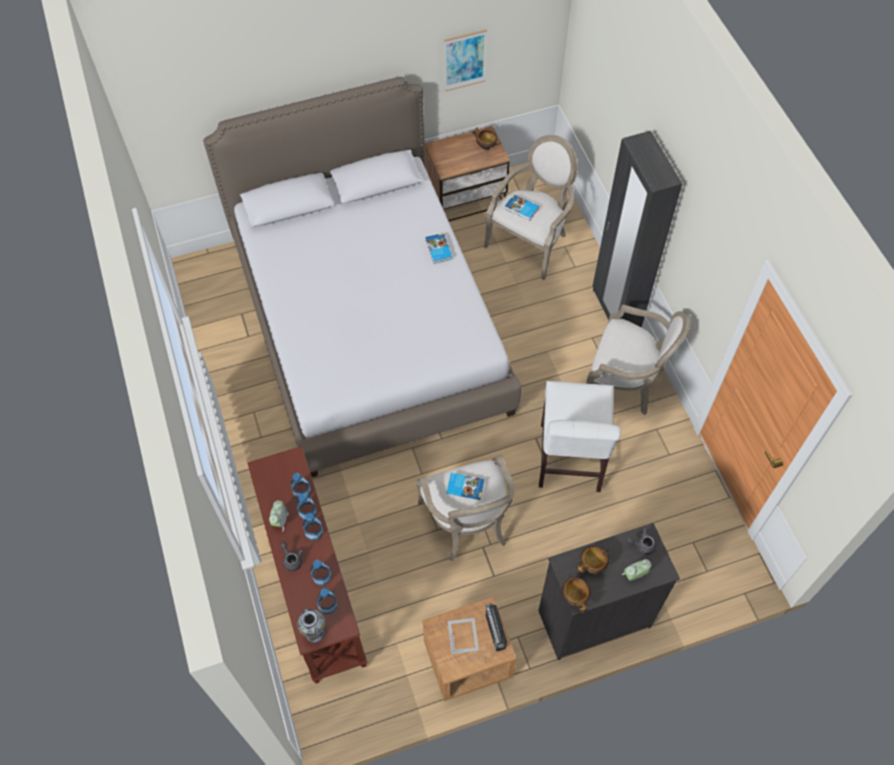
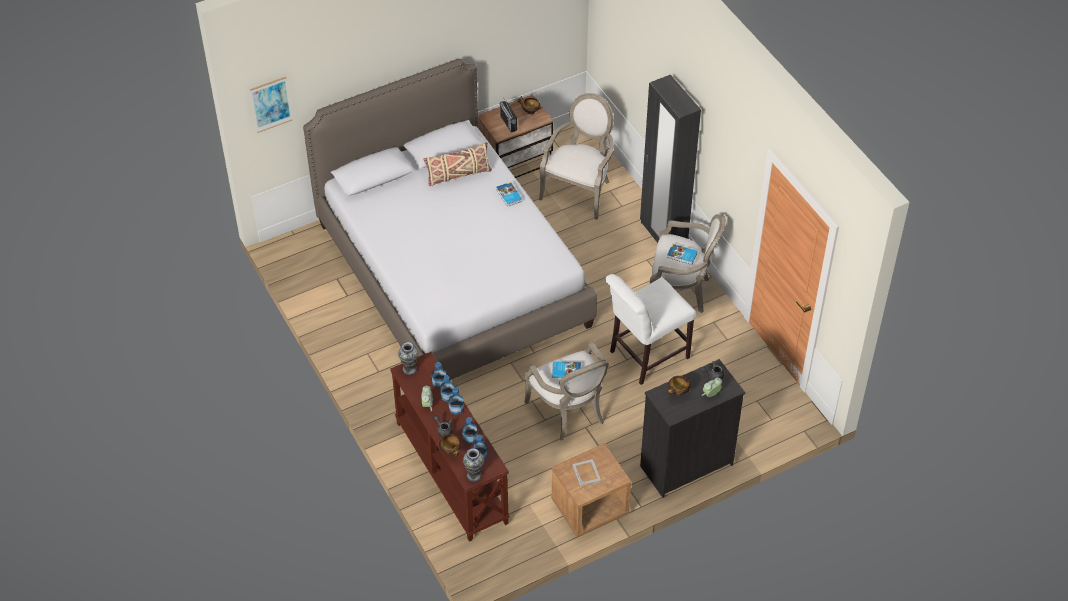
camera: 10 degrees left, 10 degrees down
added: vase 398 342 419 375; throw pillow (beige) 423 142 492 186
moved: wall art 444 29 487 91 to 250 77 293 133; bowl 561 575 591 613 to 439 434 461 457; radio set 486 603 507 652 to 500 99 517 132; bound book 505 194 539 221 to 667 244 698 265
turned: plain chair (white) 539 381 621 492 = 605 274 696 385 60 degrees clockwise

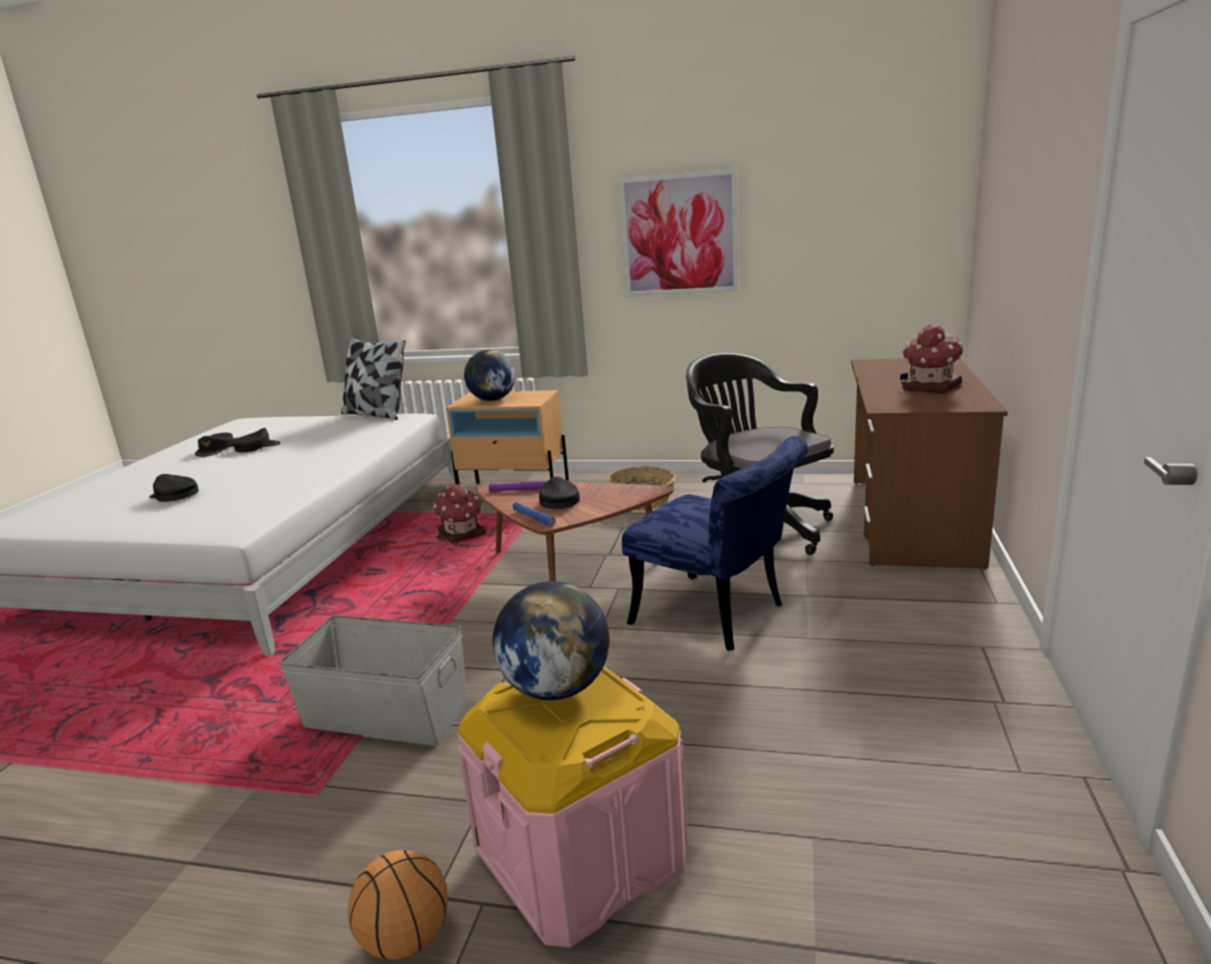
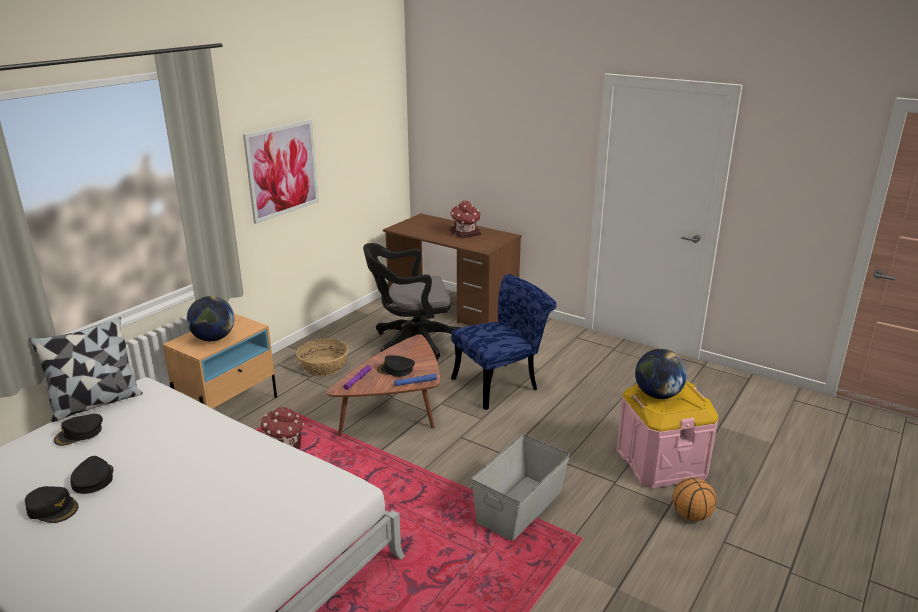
camera: 70 degrees left, 5 degrees up
moved: baseball cap (black) 149 474 199 502 to 54 414 103 446

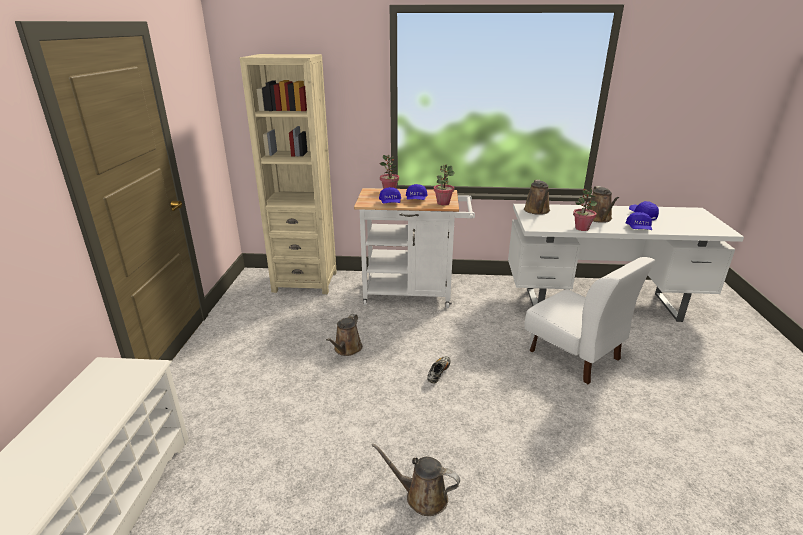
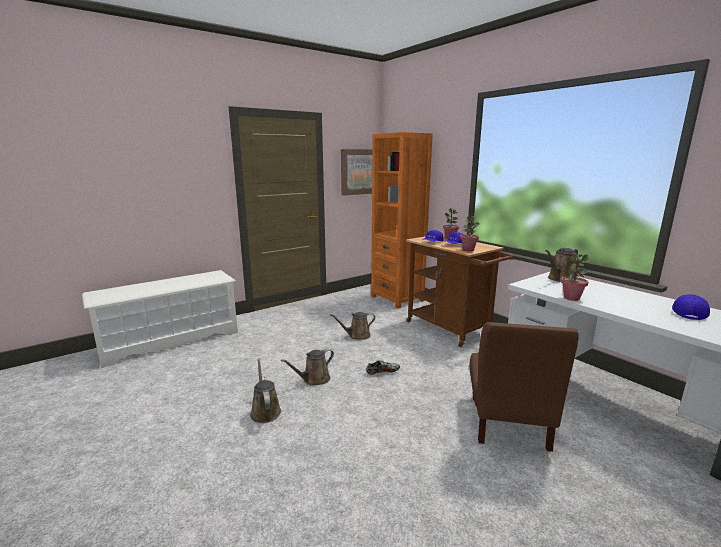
camera: 50 degrees right, 10 degrees down
removed: baseball cap (bluish) 626 212 652 230
added: wall art 341 149 372 196
moved: watering pot (brown-coloured) 588 186 619 223 to 281 349 334 386
recoloured: bookshelf (beige) 240 54 337 294 to bookshelf (orange) 371 132 433 309; cart (white) 354 188 475 308 to cart (brown-coloured) 406 235 514 347; plain chair (white) 525 257 655 384 to plain chair (brown-coloured) 469 322 579 452

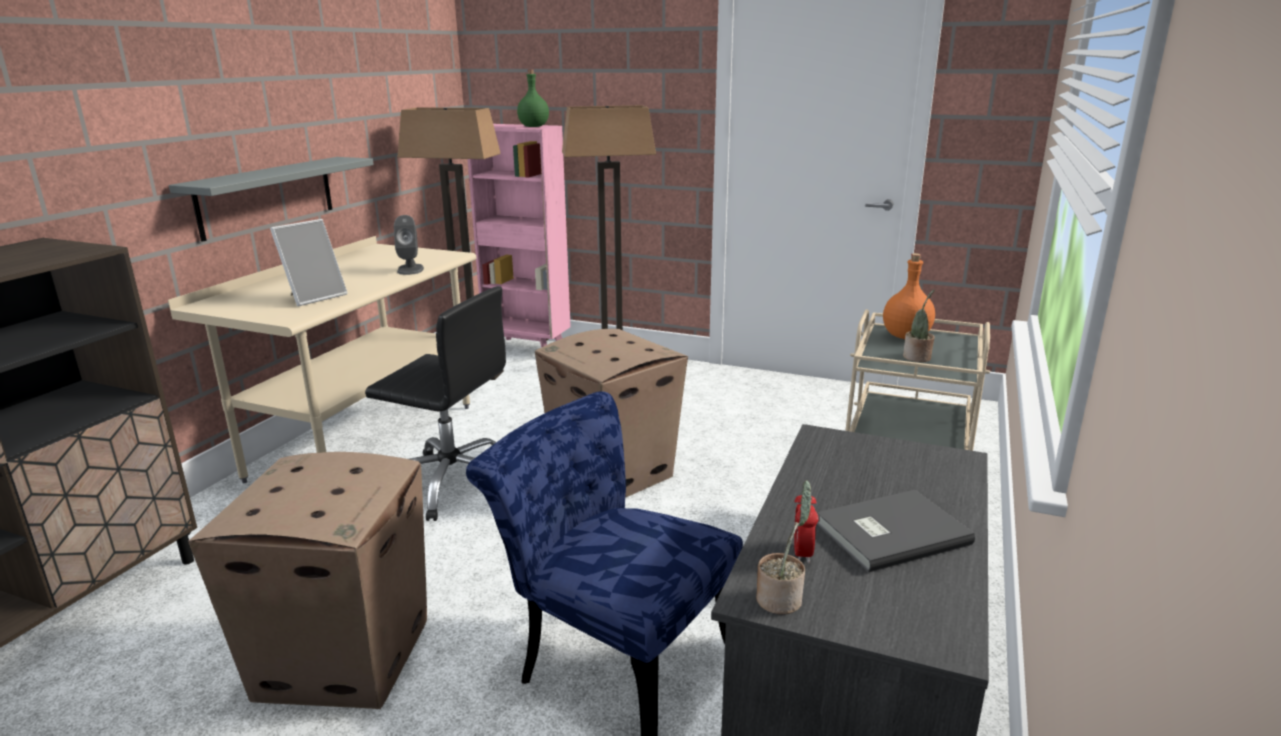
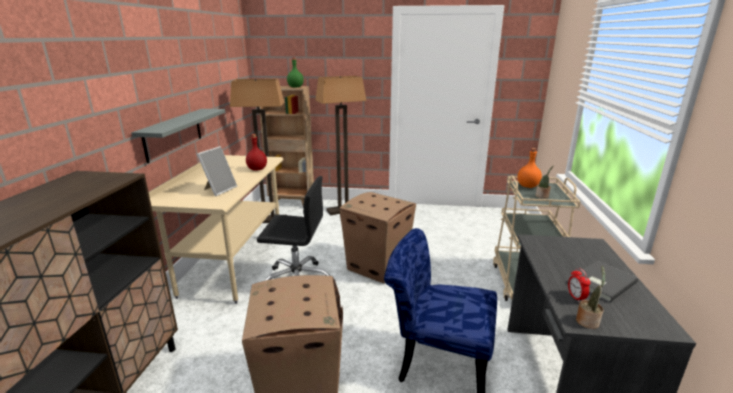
camera: 15 degrees left, 0 degrees up
replaced: speaker (greyish) 394 215 424 275 to drink bottle (red-coloured) 246 134 267 171
recoloured: bookshelf (pink-coloured) 467 124 571 347 to bookshelf (brown-coloured) 259 86 314 205

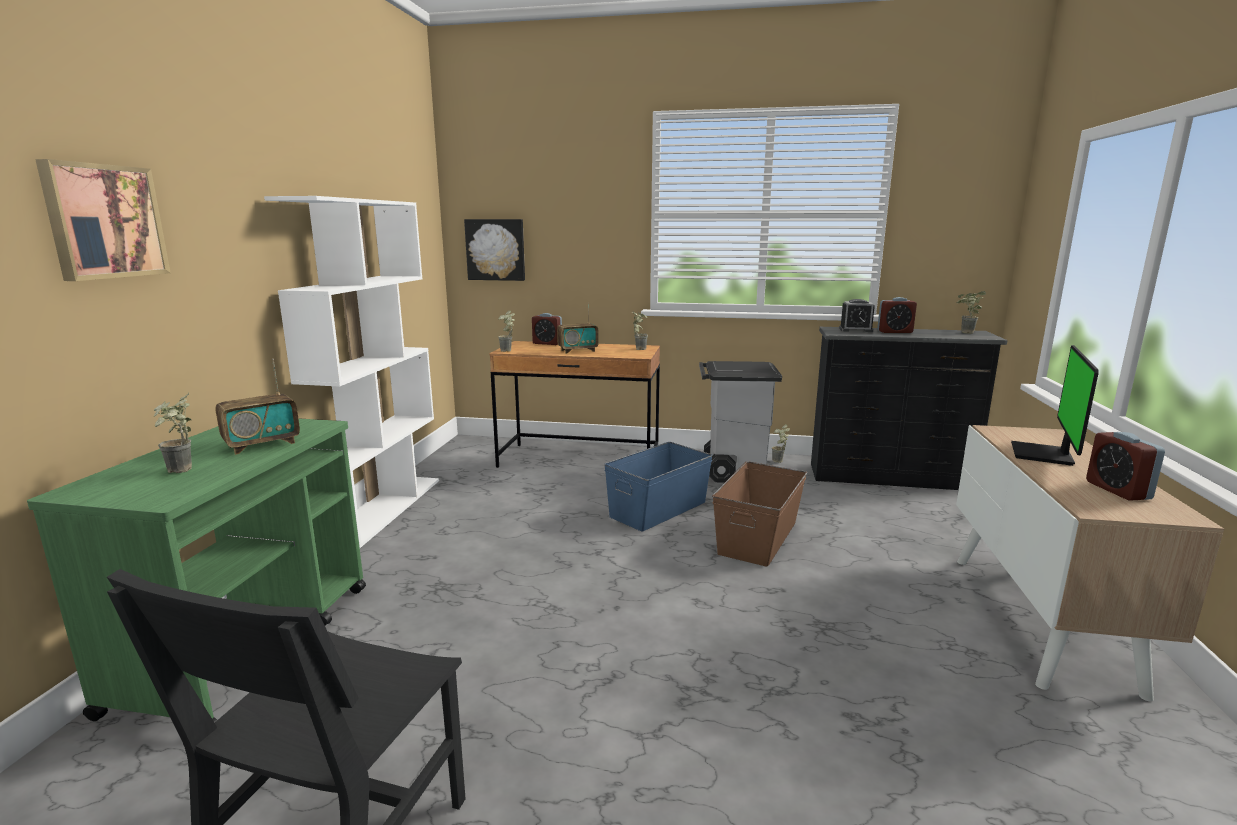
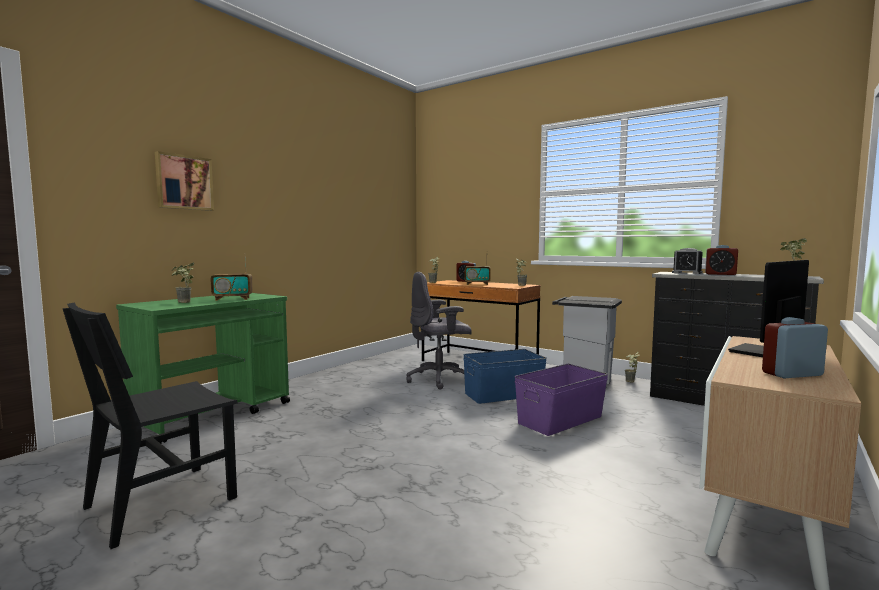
camera: 25 degrees right, 10 degrees down
removed: bookshelf (white) 264 196 439 548; wall art 464 219 525 281
added: computer chair (greyish) 406 272 472 390
recoloured: storage box (brown-coloured) 712 461 807 567 to storage box (purple-coloured) 514 364 608 436
turned: alarm clock 1086 432 1165 500 = 762 317 828 379 60 degrees clockwise

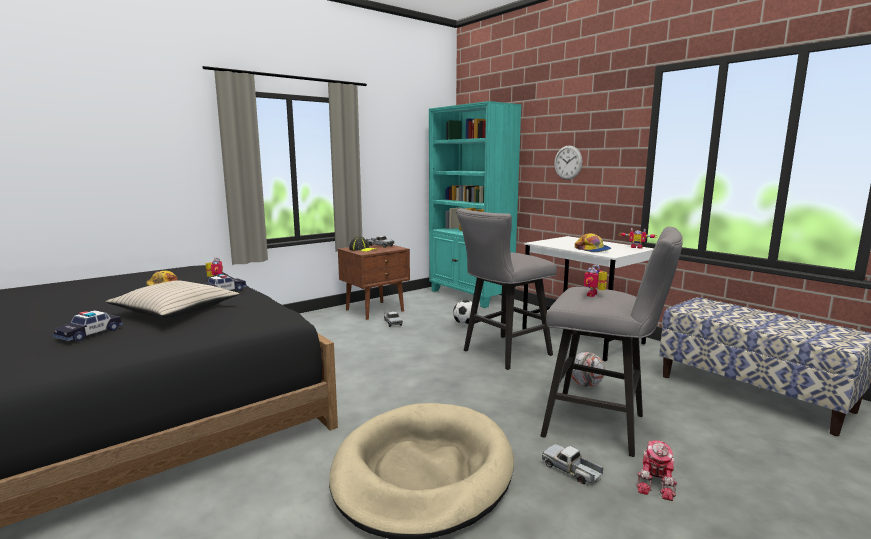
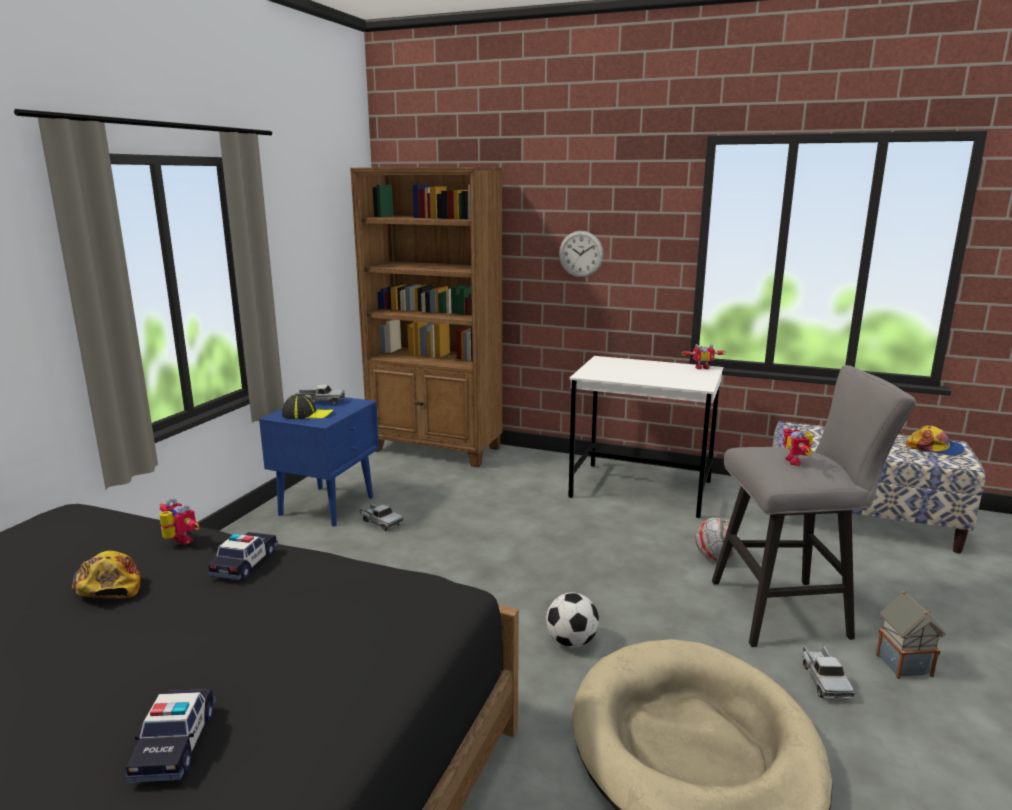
camera: 30 degrees left, 5 degrees up
removed: throw pillow (beige) 106 281 239 318; stool (greyish) 456 208 557 370
moved: football ball 453 300 478 325 to 546 593 599 647; baseball cap 575 233 611 252 to 906 425 965 456
replaced: toy robot 636 440 677 501 to model house 876 591 946 679
recoloured: nightstand (brown-coloured) 338 245 410 320 to nightstand (bluish) 259 397 379 527; bookshelf (blue-green) 429 101 522 308 to bookshelf (brown-coloured) 350 167 502 467
turned: toy truck 542 444 603 484 = 802 645 855 700 105 degrees counterclockwise

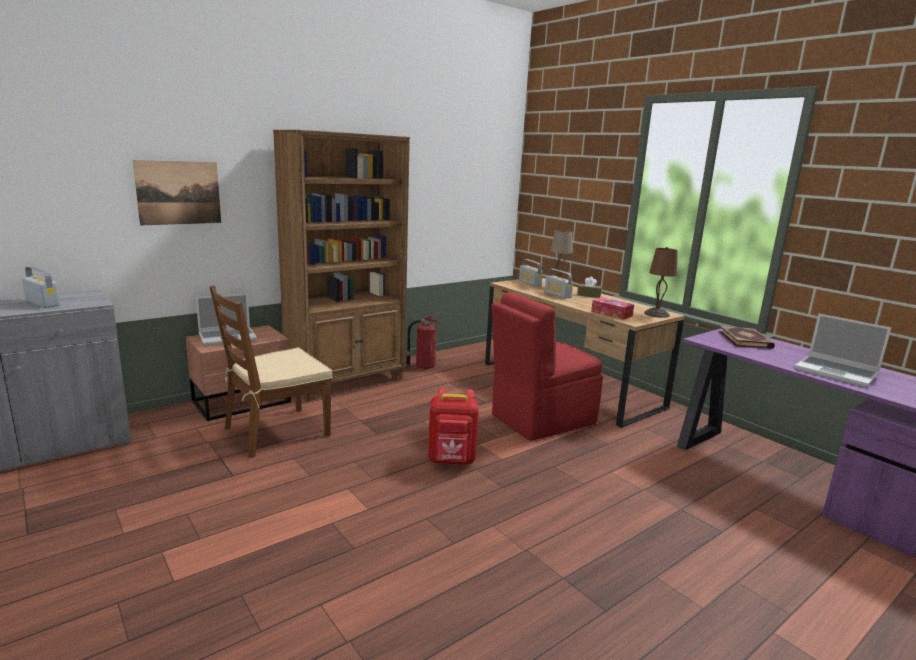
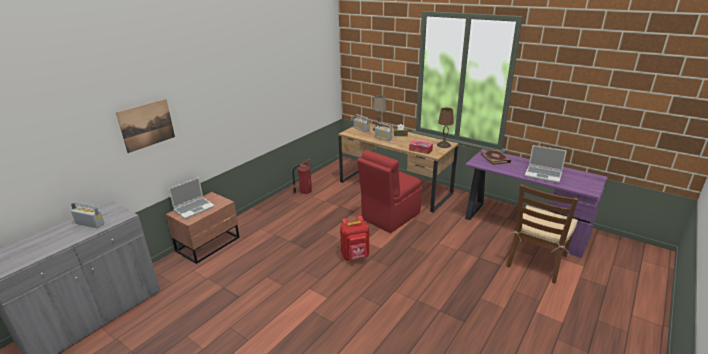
camera: 15 degrees left, 10 degrees up
removed: bookshelf (brown-coloured) 273 130 410 401
moved: plain chair (brown-coloured) 209 285 333 458 to 506 184 578 284

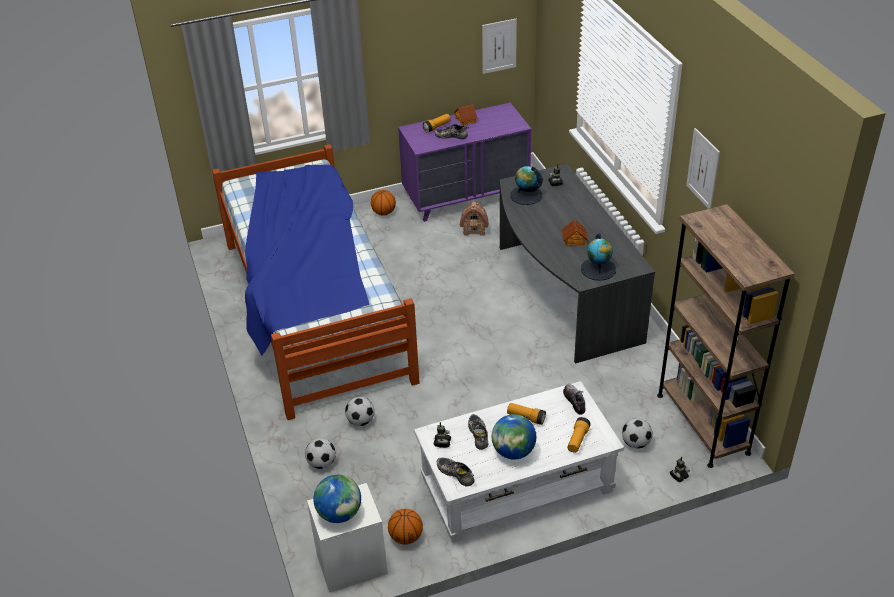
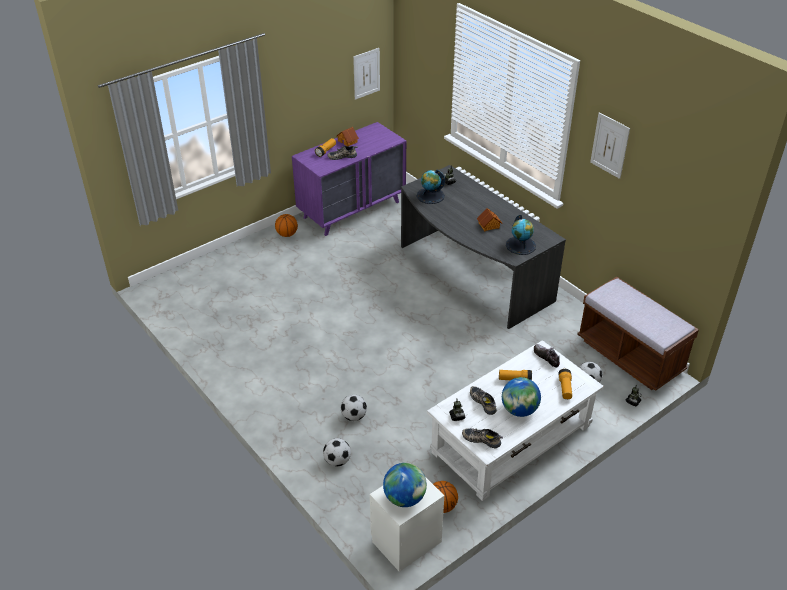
camera: 20 degrees left, 0 degrees up
removed: bedroom bed 212 144 420 420; model house 460 202 489 236
replaced: bookshelf (brown-coloured) 657 204 795 468 to bench (brown-coloured) 577 277 699 391

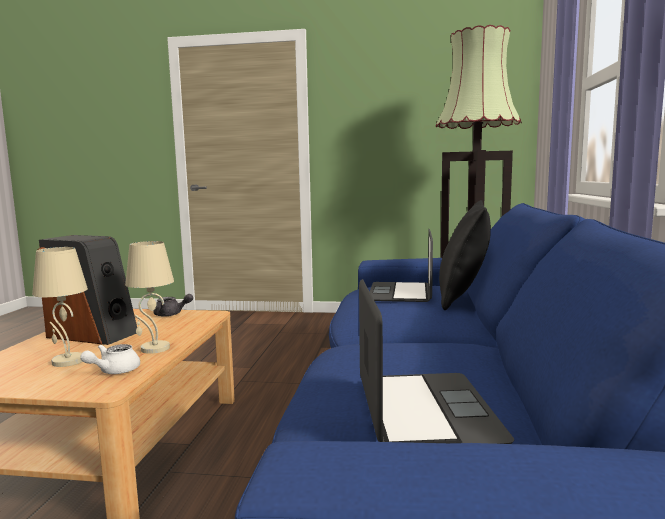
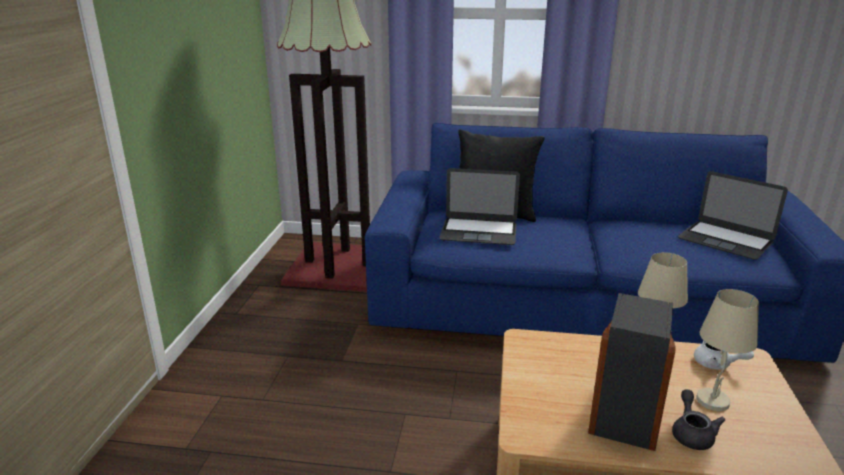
camera: 90 degrees left, 15 degrees up
moved: pot for tea (greyish) 153 294 193 317 to 672 390 726 450
turned: portable computer 359 279 514 444 = 678 171 788 260 135 degrees counterclockwise

